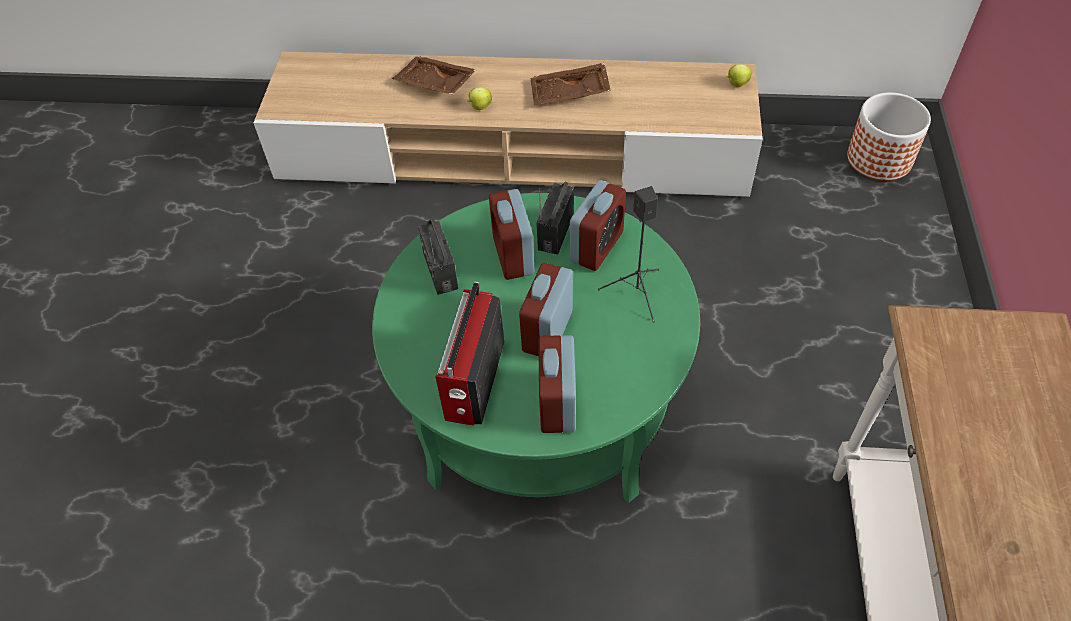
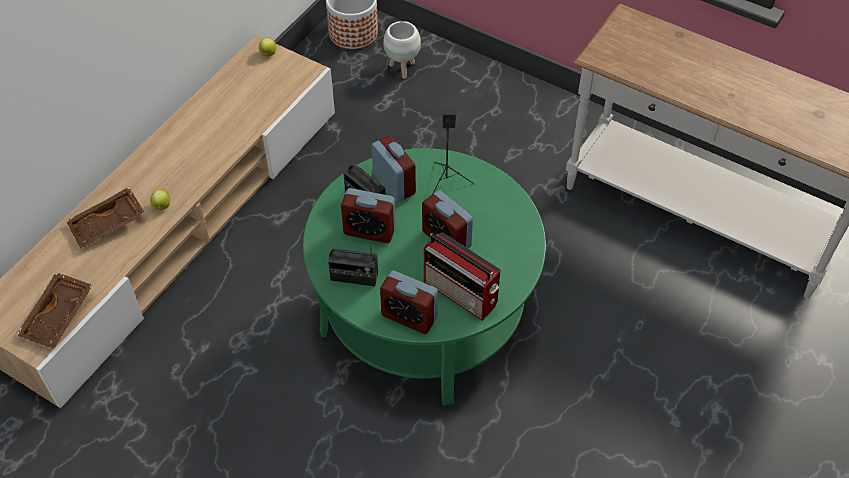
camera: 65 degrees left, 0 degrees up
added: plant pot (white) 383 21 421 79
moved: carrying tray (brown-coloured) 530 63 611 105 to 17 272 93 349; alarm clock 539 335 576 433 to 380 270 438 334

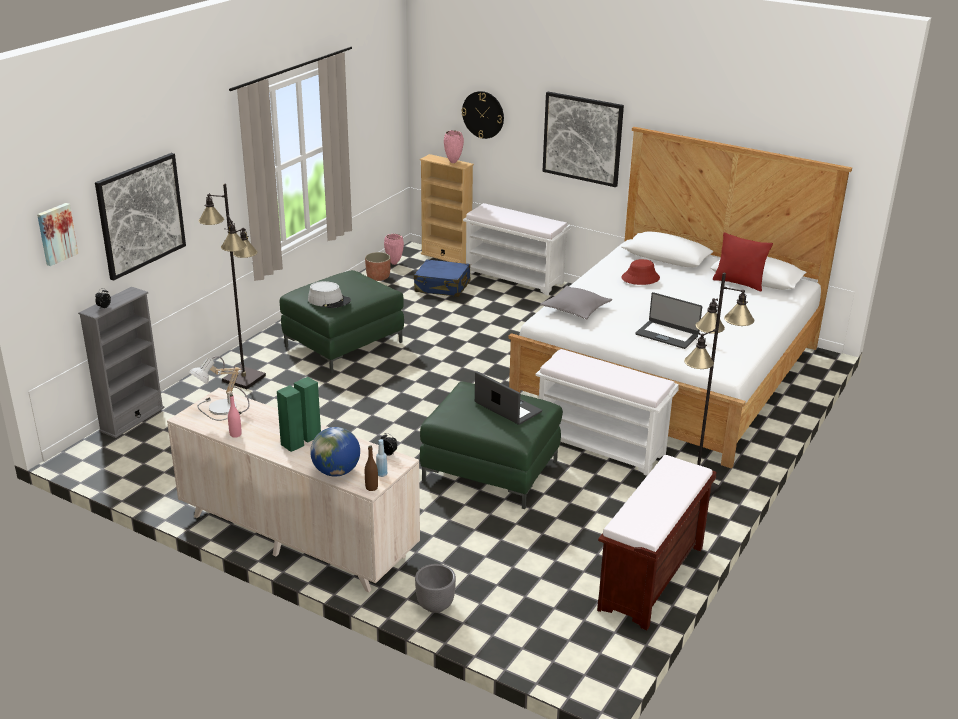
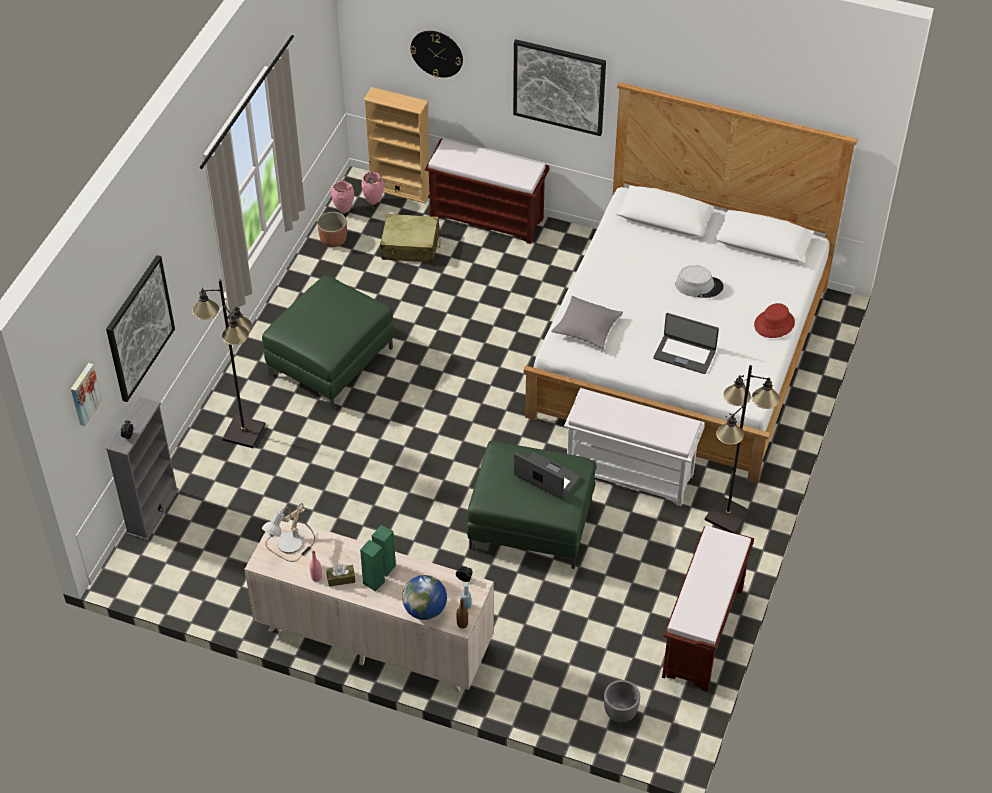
camera: 10 degrees left, 20 degrees up
removed: throw pillow (red-coloured) 713 232 773 291
added: tissue box (brown-coloured) 326 564 355 587
moved: vase (pink-coloured) 444 130 464 163 to 361 172 384 205; plant pot (greyish) 415 564 456 613 to 604 680 640 722; wearable hat (greyish) 308 281 351 308 to 675 265 724 298; wearable hat (red-coloured) 621 259 660 285 to 754 303 795 338
recoloured: piece of luggage (bluish) 414 259 471 297 to piece of luggage (beige) 380 214 440 263; bench (white) 463 203 571 296 to bench (brown-coloured) 425 139 549 244

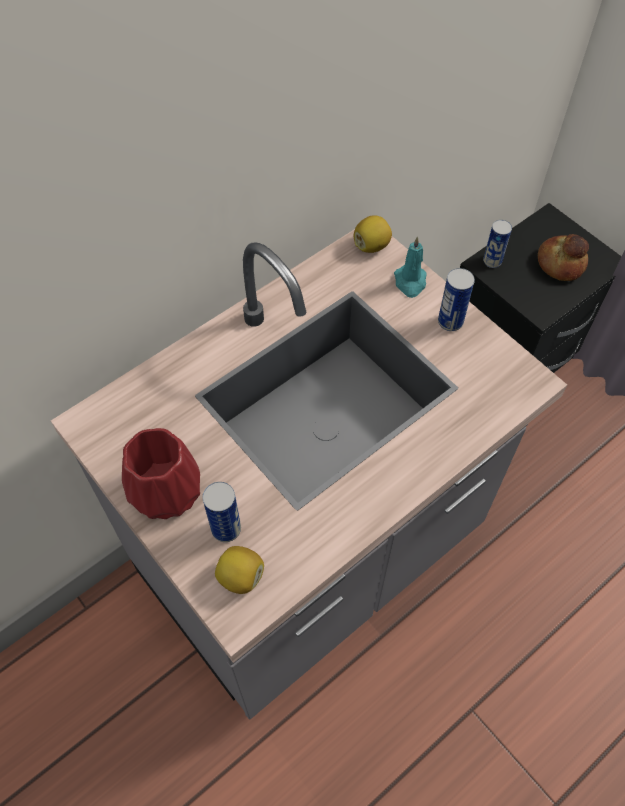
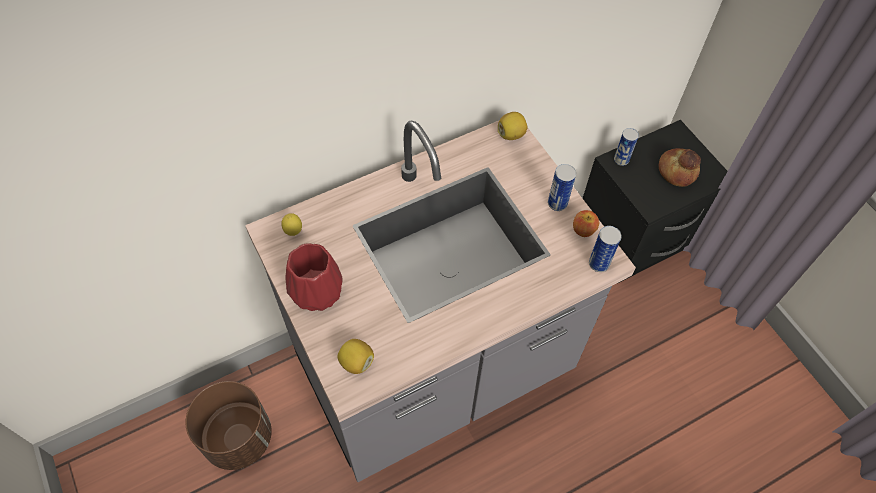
camera: 10 degrees right, 0 degrees up
removed: candle (blue-green) 394 236 427 298
added: plant pot (brown-coloured) 186 381 272 470; whole lemon 281 213 302 236; apple fruit 573 210 599 237
moved: sealed can 202 482 241 542 to 589 226 622 272

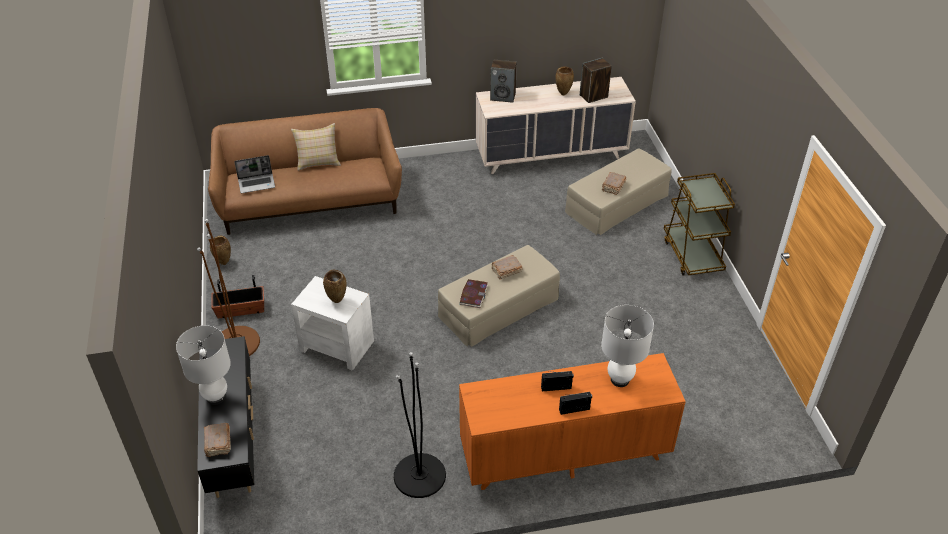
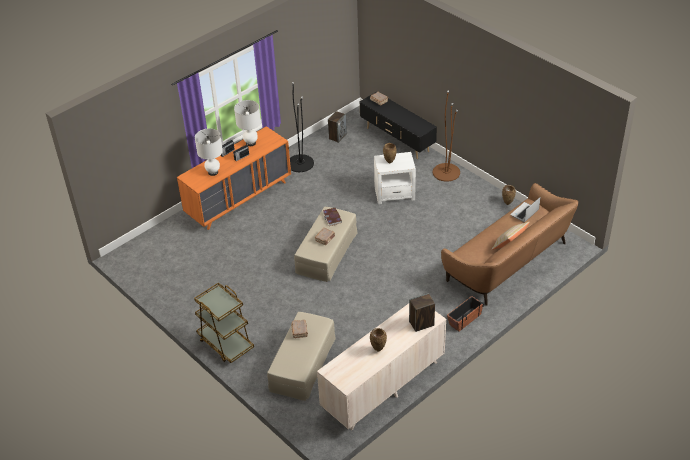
camera: 150 degrees right, 0 degrees up
moved: tabletop lamp (white) 176 325 231 405 to 234 100 261 146; speaker 580 58 612 103 to 328 111 347 143; plant pot 211 275 264 319 to 447 296 484 331

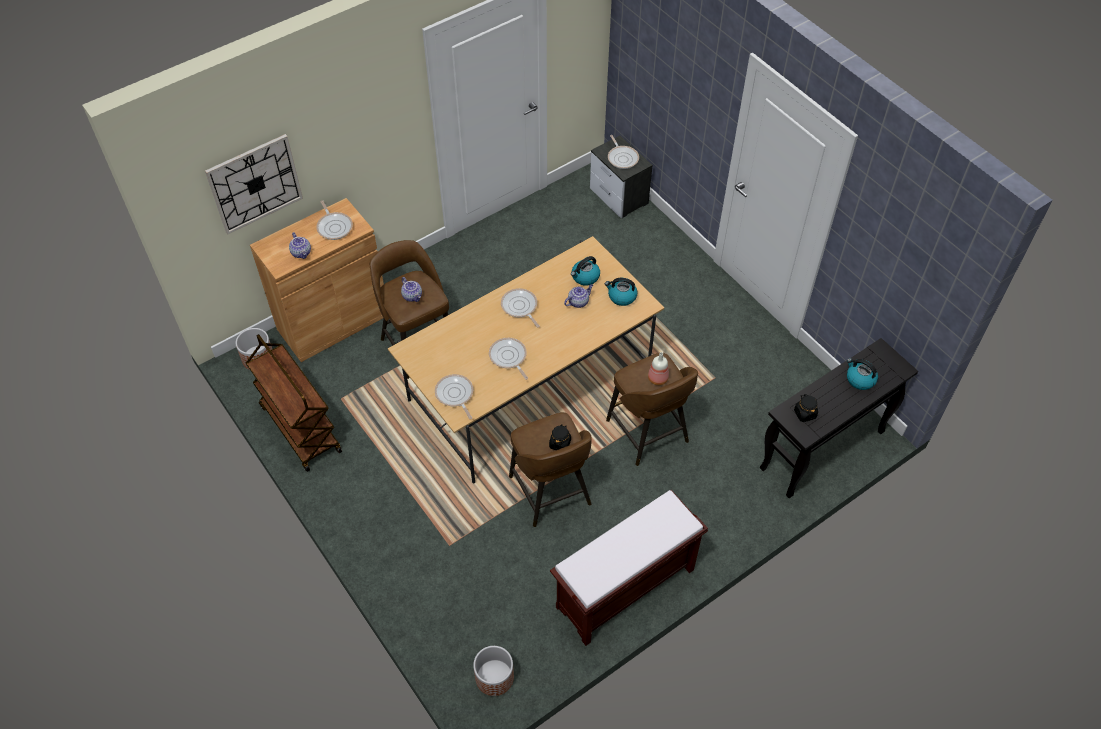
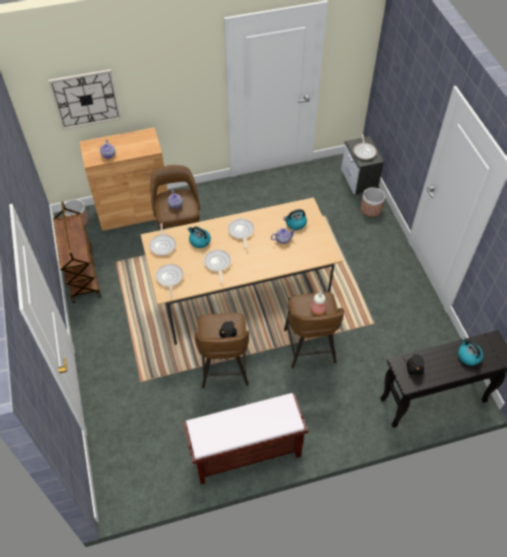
camera: 20 degrees right, 0 degrees up
moved: frying pan 316 201 353 240 to 149 223 176 256; kettle 605 278 637 306 to 188 226 211 248; plant pot 473 646 514 696 to 360 187 385 217

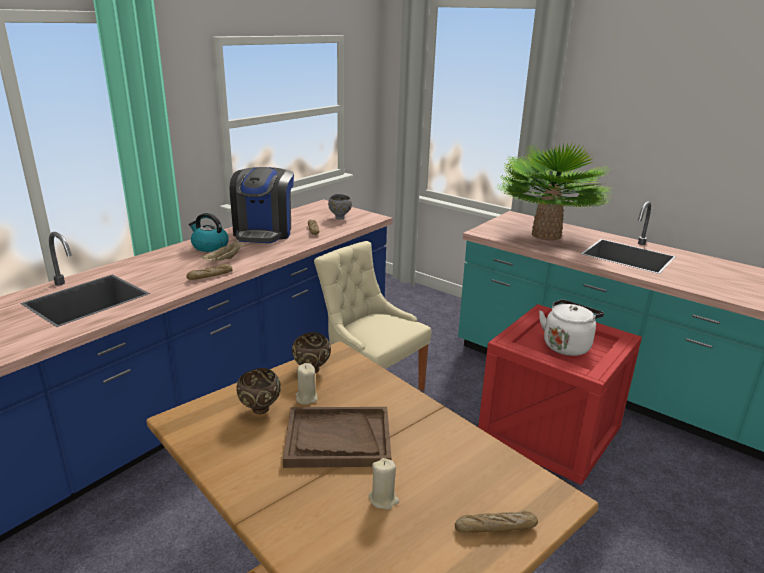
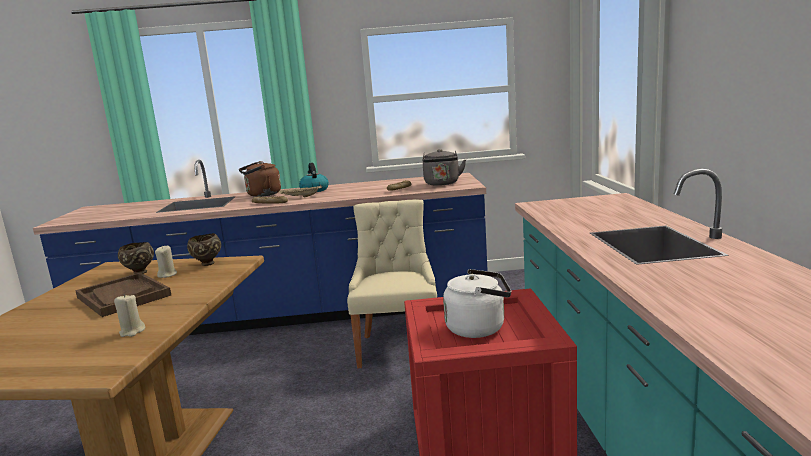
camera: 50 degrees right, 10 degrees down
removed: coffee brewer 230 167 294 243; bakery bread 455 510 538 533; plant in a pot 498 143 612 241
added: kettle (brown-coloured) 239 161 281 197
moved: candle (beige) 369 458 399 510 to 114 294 145 337
replaced: bowl (greyish) 328 194 352 219 to kettle (greyish) 422 149 466 186

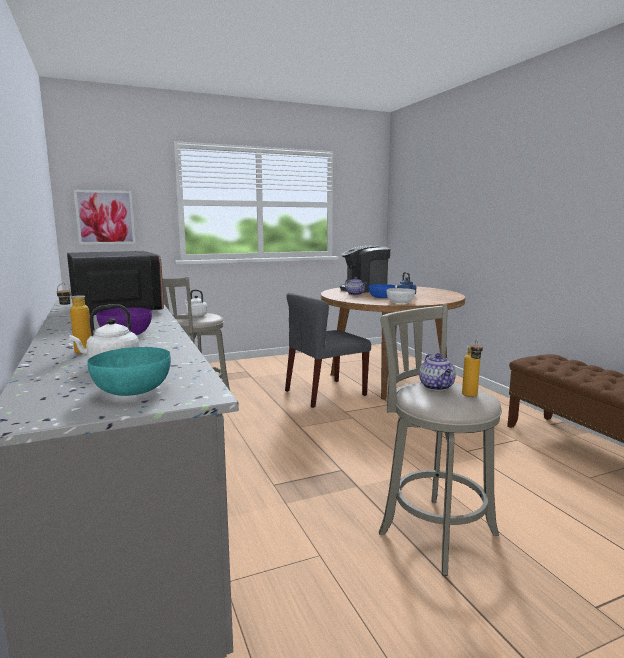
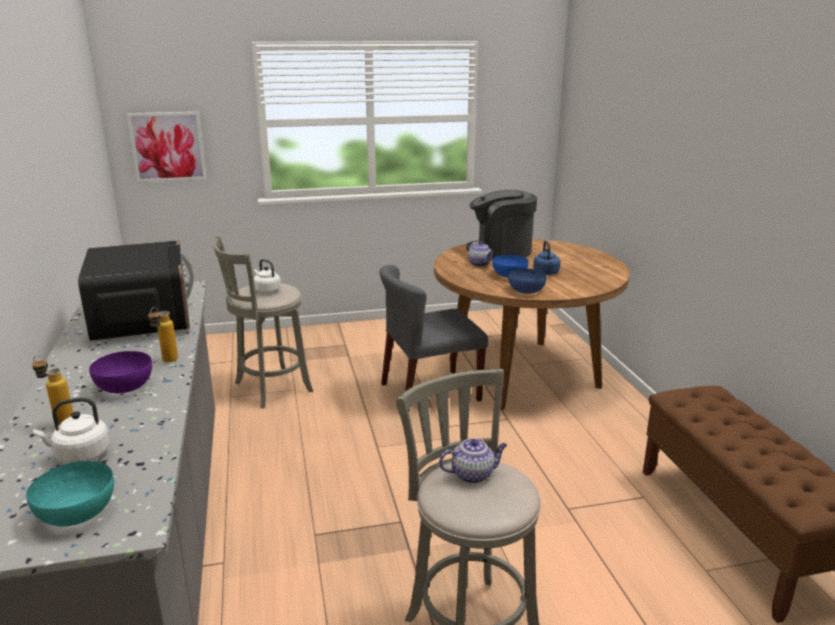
camera: 10 degrees right, 10 degrees up
moved: drink bottle 462 339 483 397 to 148 307 178 362
recoloured: bowl (white) 387 288 415 303 to bowl (bluish) 508 269 547 294
turned: pot for tea 419 353 456 391 = 439 439 507 484 105 degrees counterclockwise

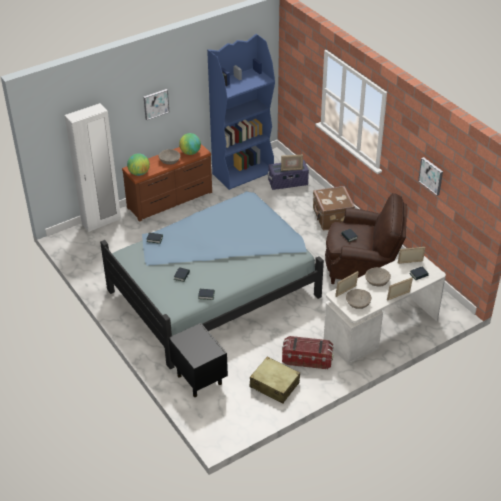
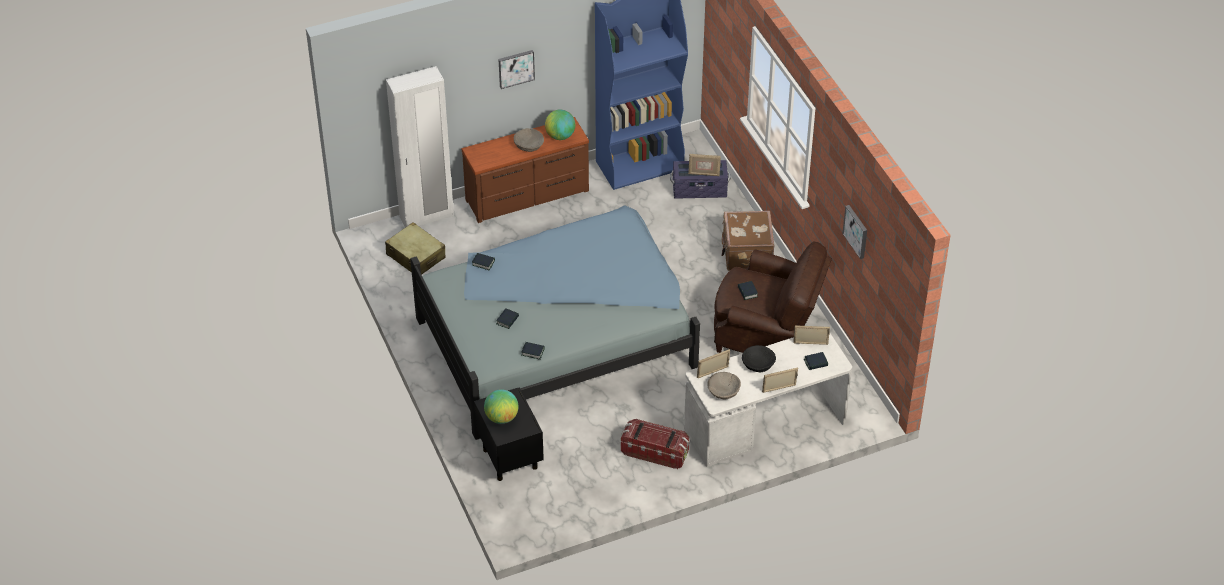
camera: 10 degrees right, 5 degrees up
moved: piece of luggage (beige) 250 357 300 404 to 385 222 445 275; globe 127 153 150 176 to 484 389 519 424
recoloured: bowl (beige) 365 267 391 287 to bowl (black) 742 345 776 372

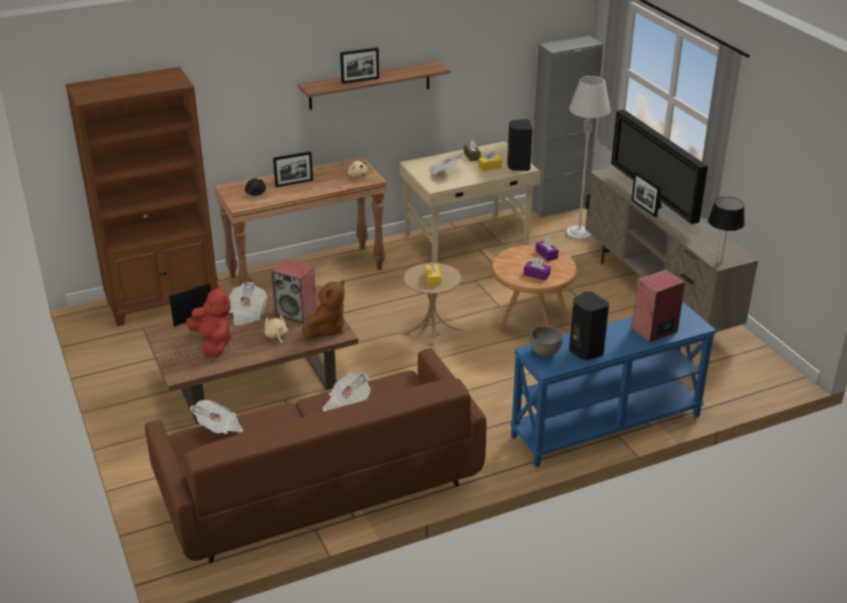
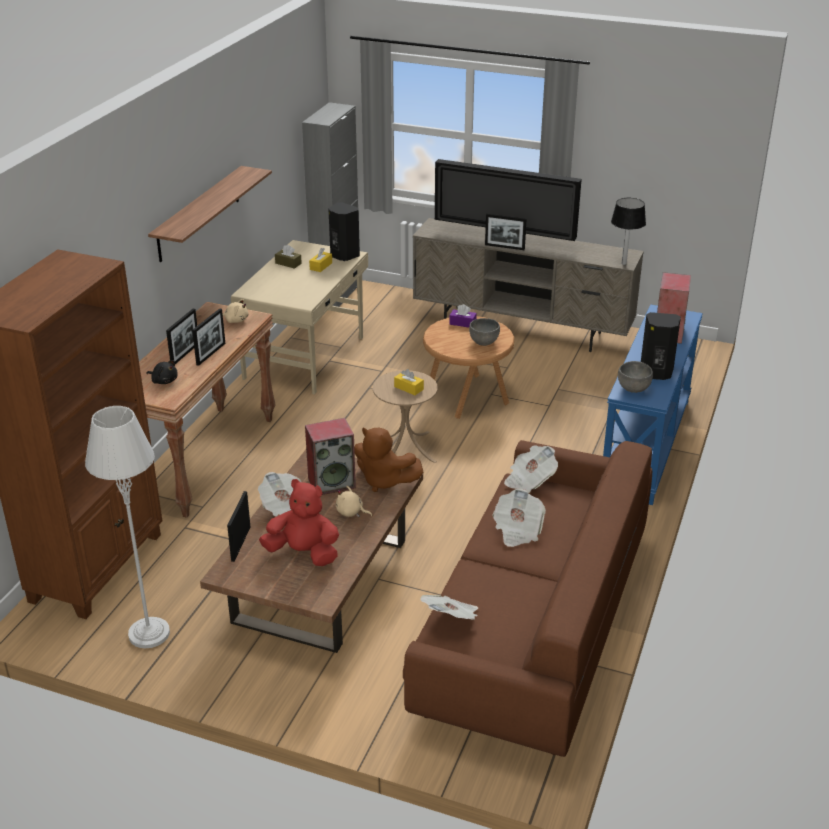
camera: 45 degrees left, 0 degrees up
moved: standard lamp (greyish) 566 76 611 240 to 85 406 170 648; standing frame 340 47 379 84 to 192 308 225 366; printed paper 428 152 464 175 to 504 445 558 493
replaced: tissue box (purple-coloured) 524 257 551 281 to bowl (greyish) 469 318 500 346
turned: plush toy (brown-coloured) 302 280 345 339 = 354 428 423 492 135 degrees clockwise

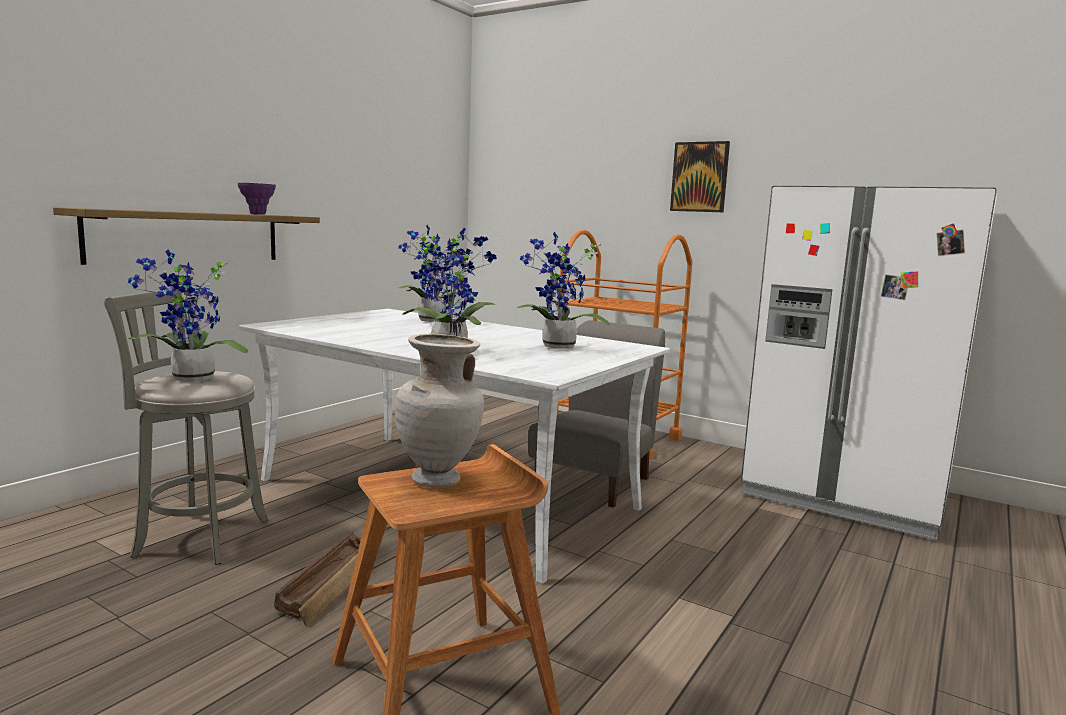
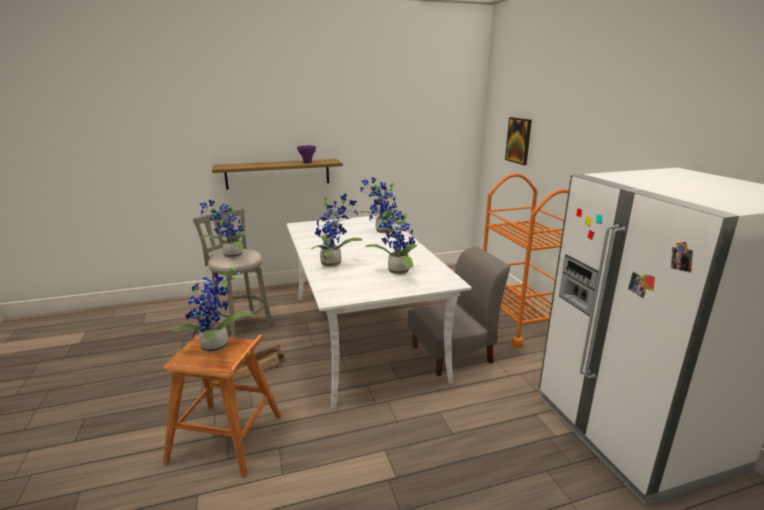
camera: 40 degrees right, 10 degrees up
moved: wall art 670 141 730 212 to 505 117 532 165
replaced: vase (beige) 395 334 484 488 to plant in a pot 172 265 255 353

